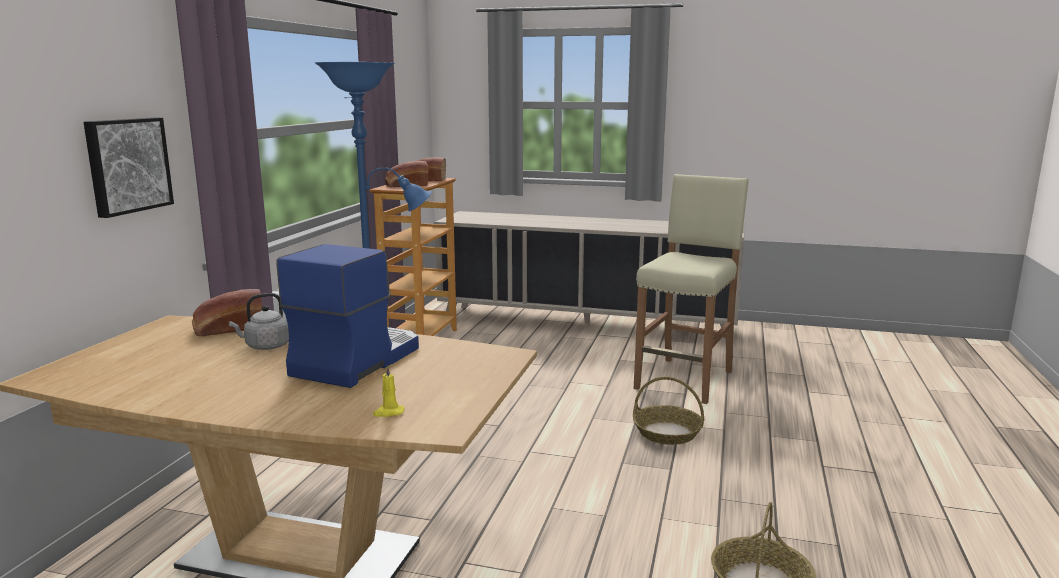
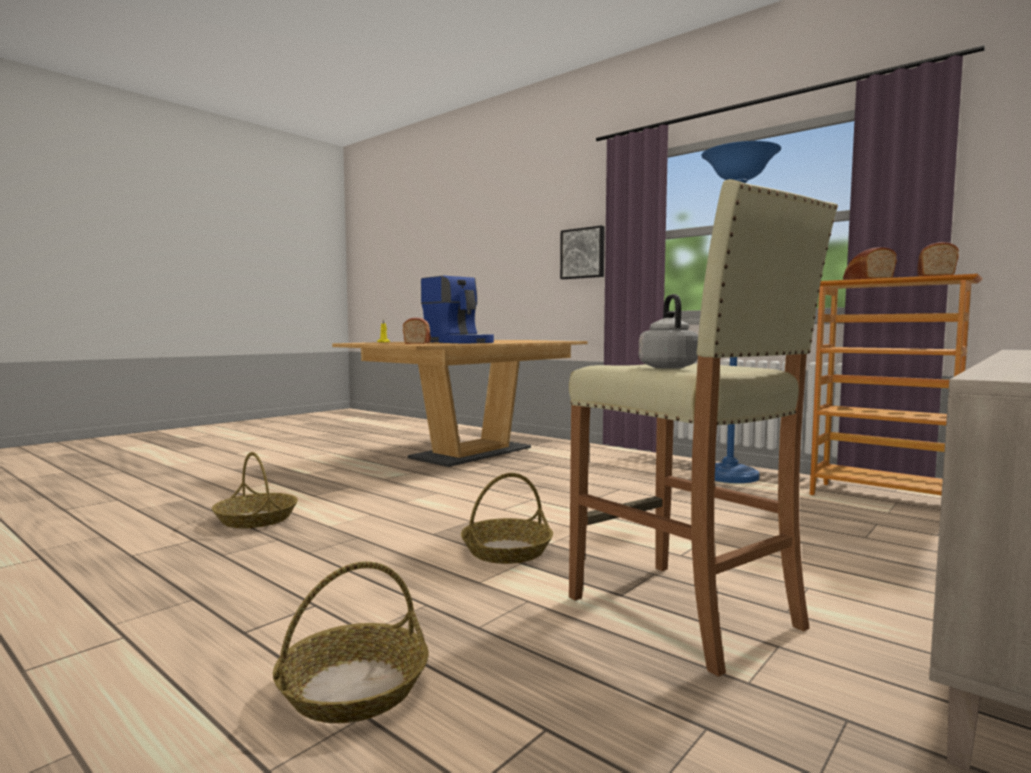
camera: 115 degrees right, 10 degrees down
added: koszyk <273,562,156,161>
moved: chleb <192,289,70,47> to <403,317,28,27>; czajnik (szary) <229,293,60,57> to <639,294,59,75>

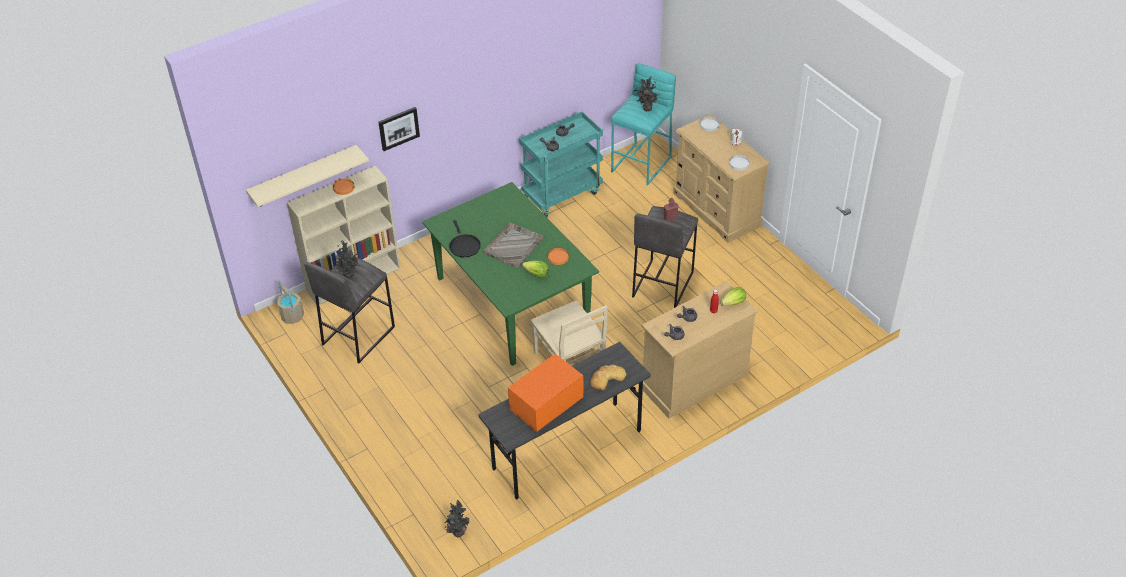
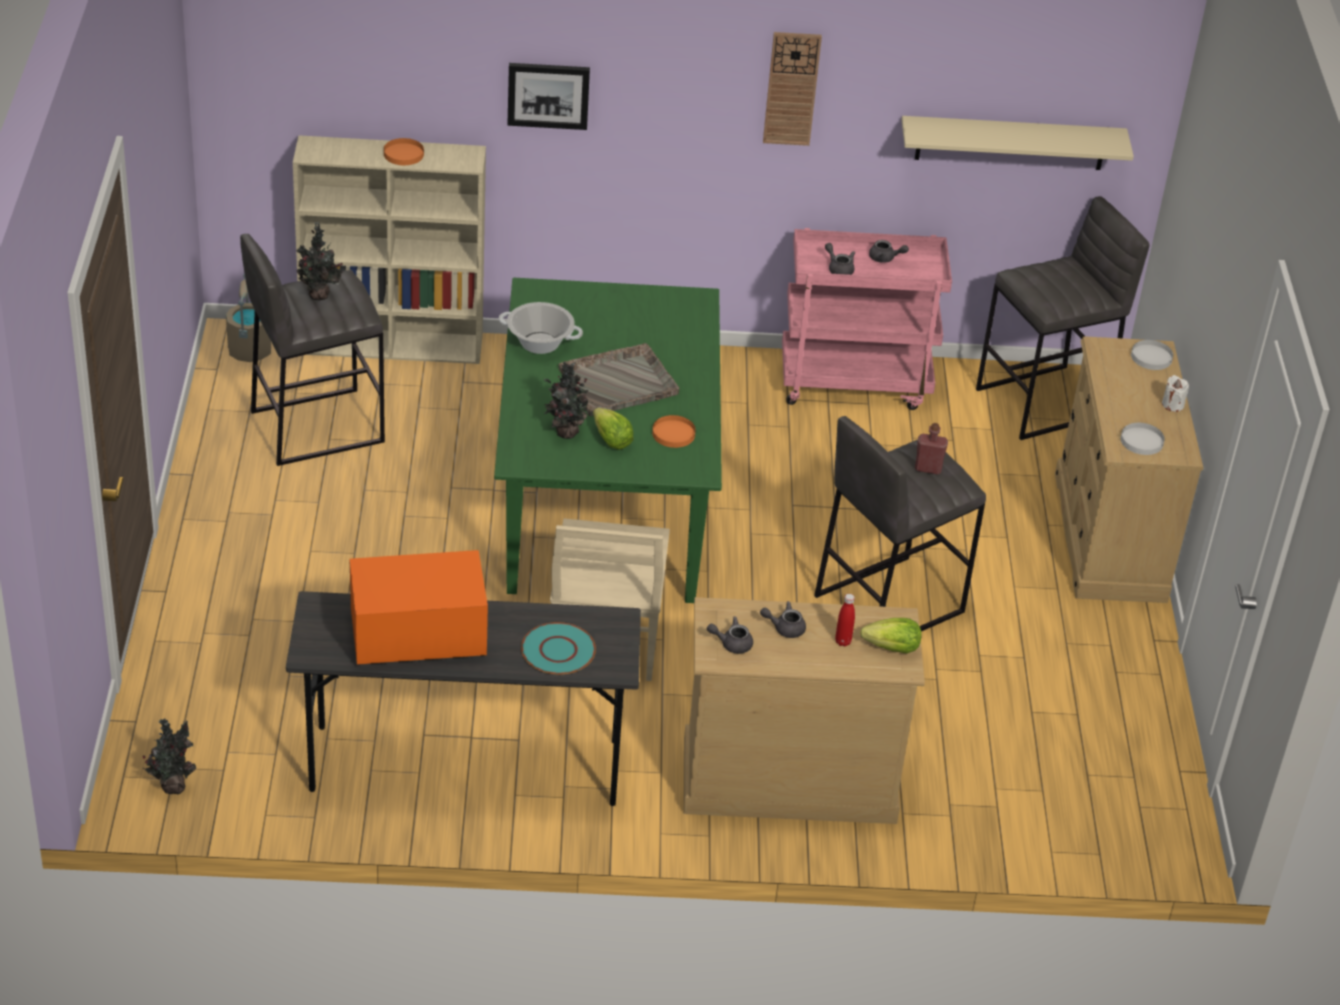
camera: 30 degrees right, 5 degrees down
added: zegar ścienny <763,32,59,114>
moved: roślina doniczkowa <633,76,28,35> to <543,362,48,77>; półka (beżowy) <246,145,123,62> to <902,116,232,54>
replaced: patelnia (czarny) <449,220,32,38> to garnek <499,302,84,52>; chleb <590,365,36,25> to talerz (turkusowy) <521,622,75,53>
recoloured: stołek (turkusowy) <611,63,65,123> to stołek (szary) <976,196,174,244>; wózek (turkusowy) <519,112,84,105> to wózek (różowy) <782,228,170,182>

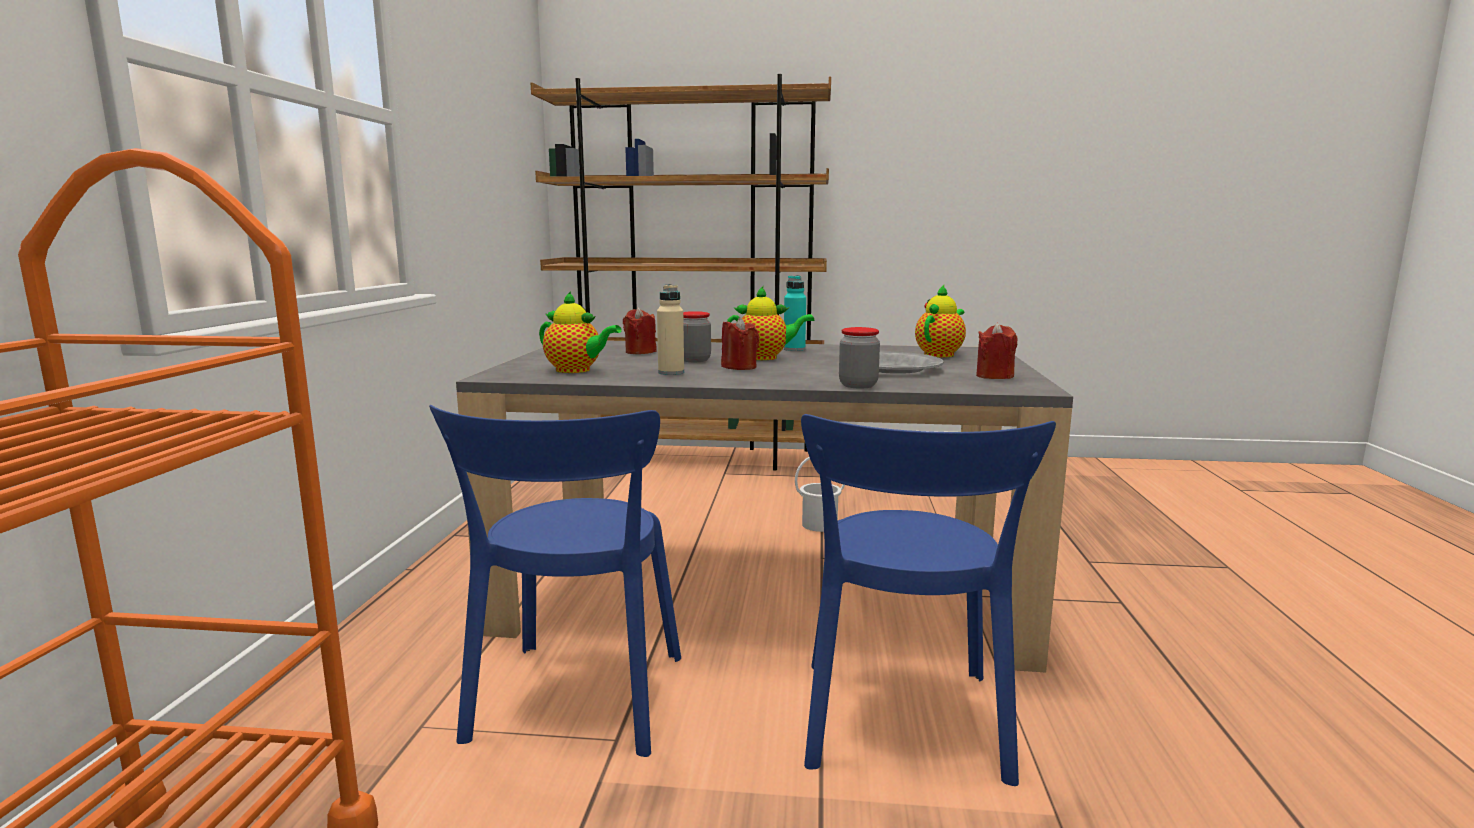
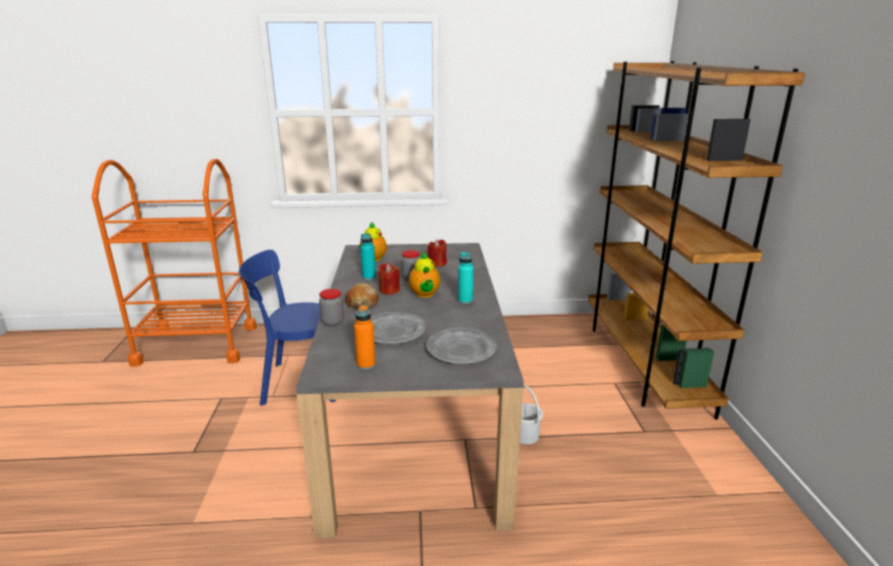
camera: 80 degrees right, 10 degrees up
removed: krzesło (niebieski) <801,414,255,372>
added: chleb <346,283,33,26>
replaced: imbryk <915,285,51,73> to talerz (szary) <426,328,71,36>; świeca (czerwony) <976,322,41,57> to butelka (pomarańczowy) <354,305,22,65>
recoloured: butelka (beżowy) <657,284,27,91> to butelka (turkusowy) <360,233,16,47>

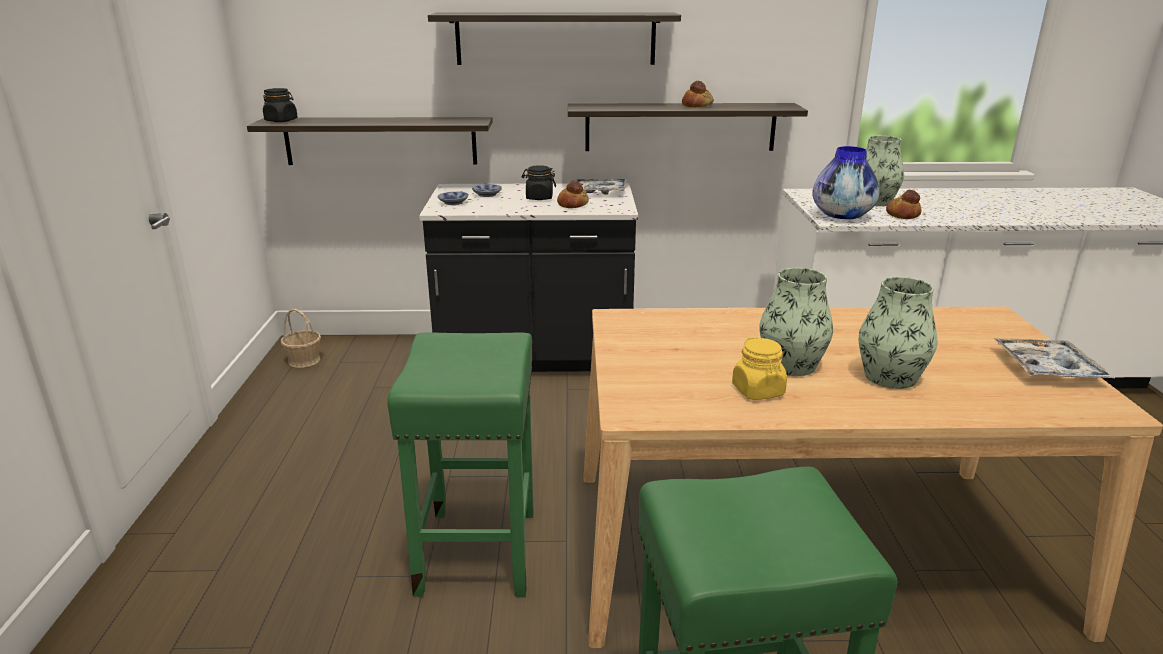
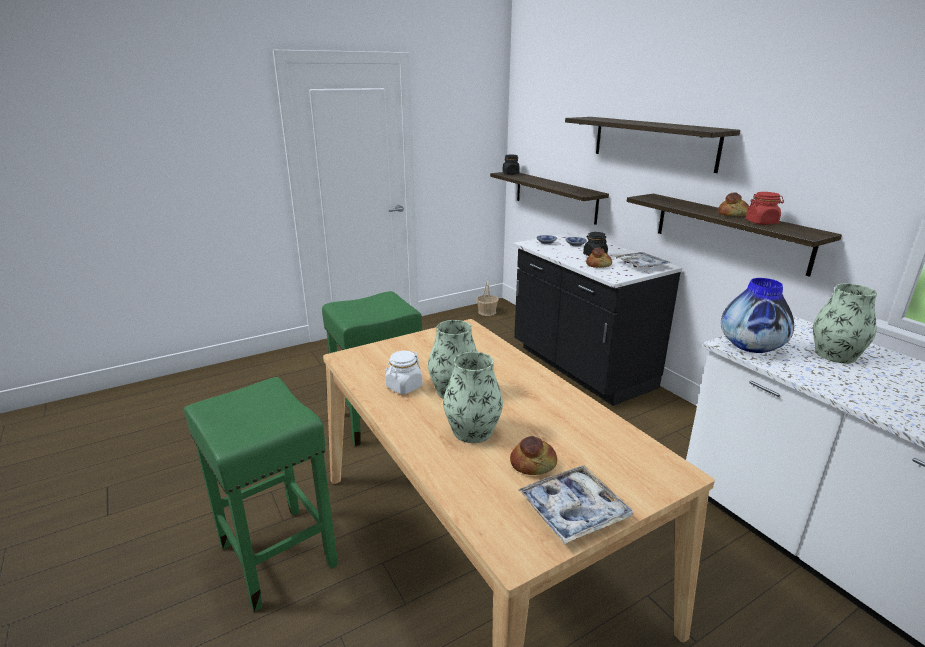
camera: 60 degrees right, 0 degrees up
added: słoik (czerwony) <746,192,38,33>
moved: chleb <886,190,35,29> to <510,436,47,39>
recoloured: słoik (żółty) <732,337,55,63> to słoik (biały) <385,351,38,43>

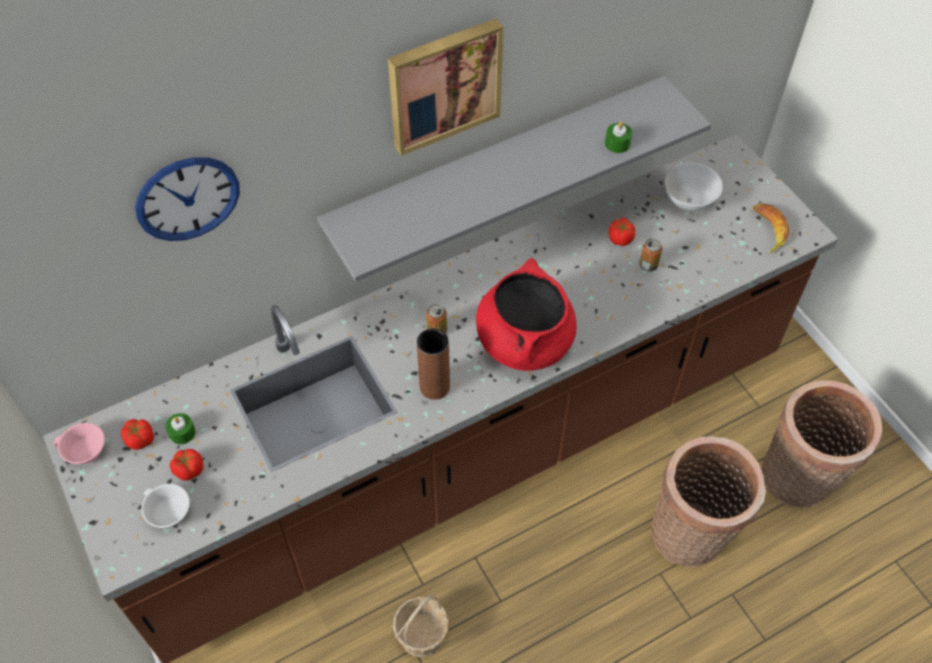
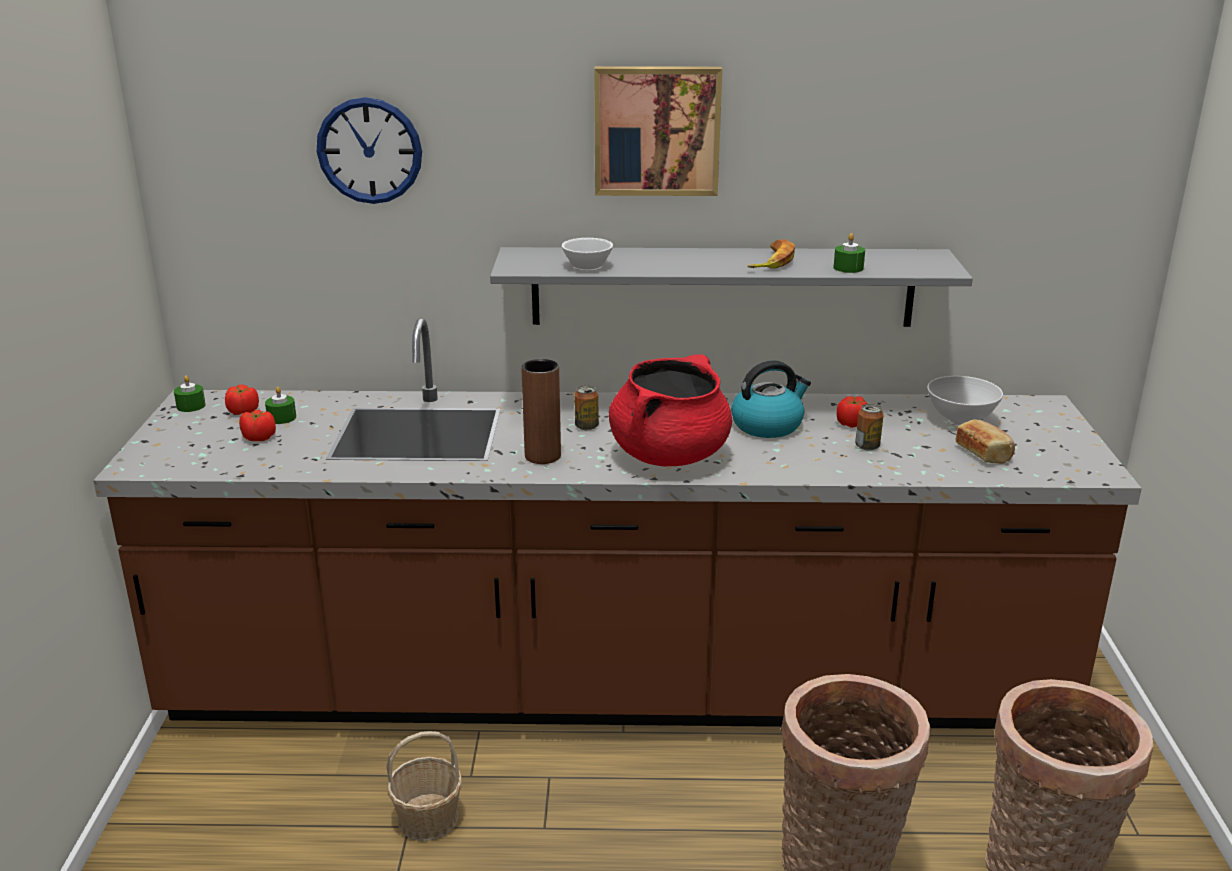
camera: 30 degrees right, 30 degrees down
added: czajnik <731,360,80,78>; chleb <956,419,59,45>
moved: banan <753,203,36,51> to <747,239,48,30>; filiżanka (biały) <141,484,49,44> to <562,238,51,33>
replaced: filiżanka (różowy) <54,423,51,41> to świeca (zielony) <174,376,32,36>

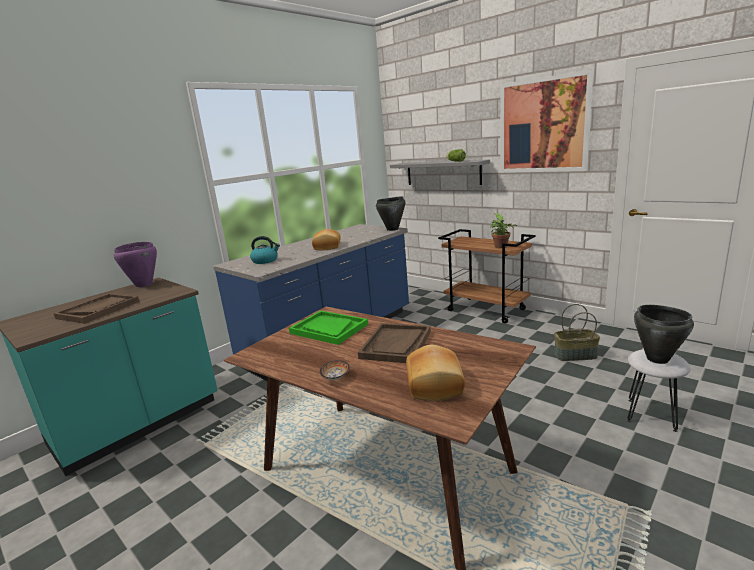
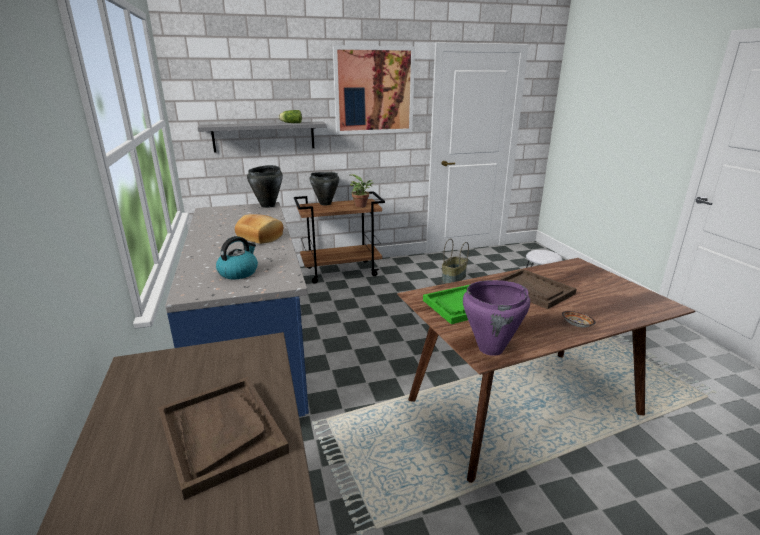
camera: 60 degrees left, 5 degrees up
removed: chleb <406,345,59,56>
moved: garnek (fioletowy) <114,242,43,45> to <463,280,67,76>; garnek (czarny) <634,305,60,59> to <310,172,29,33>

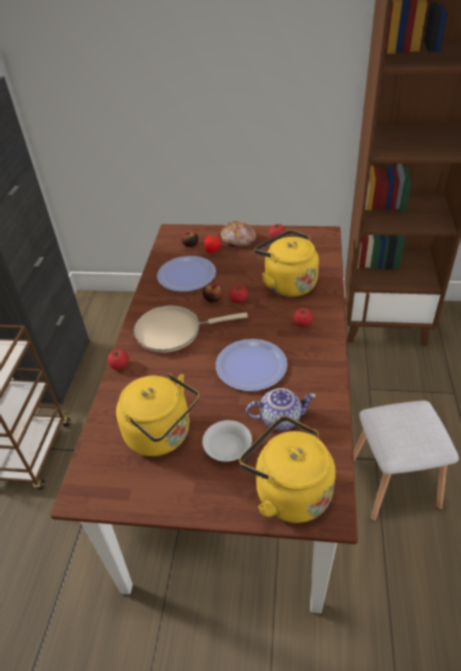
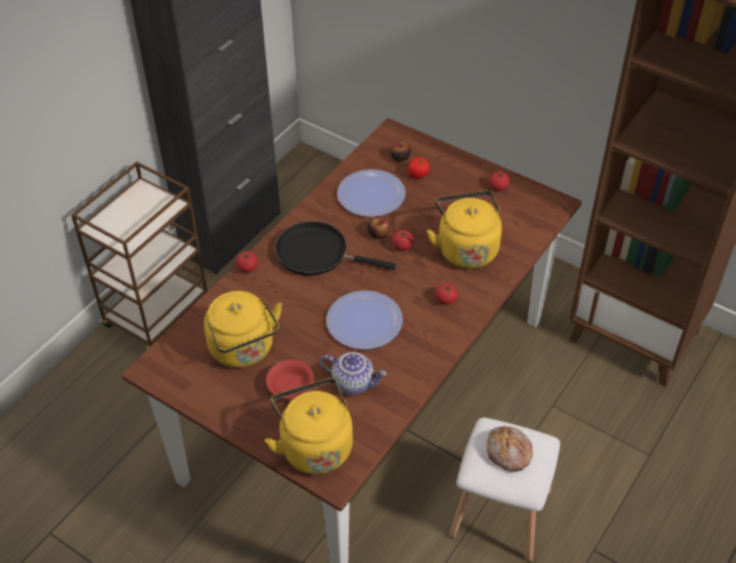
camera: 25 degrees right, 5 degrees up
moved: chleb <221,221,35,26> to <486,426,47,46>
recoloured: patelnia (beżowy) <134,305,114,48> to patelnia (czarny) <275,221,122,55>; miska (biały) <202,420,50,42> to miska (czerwony) <266,360,48,39>

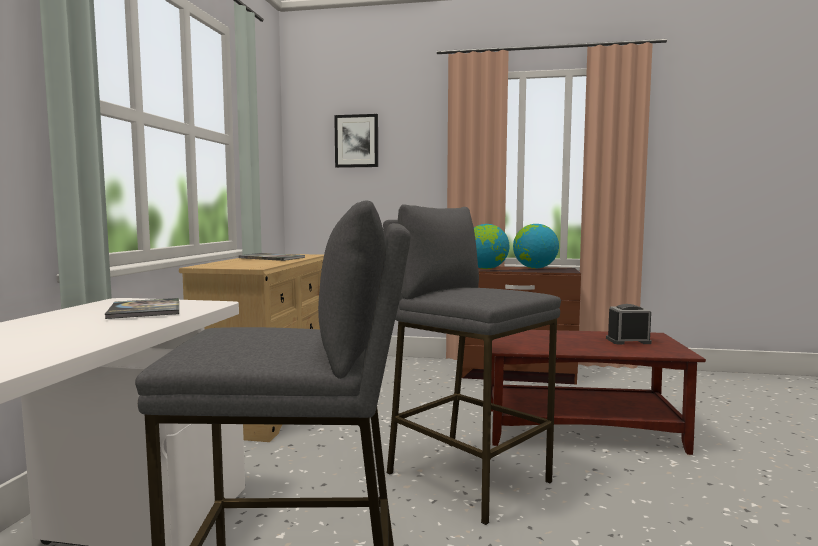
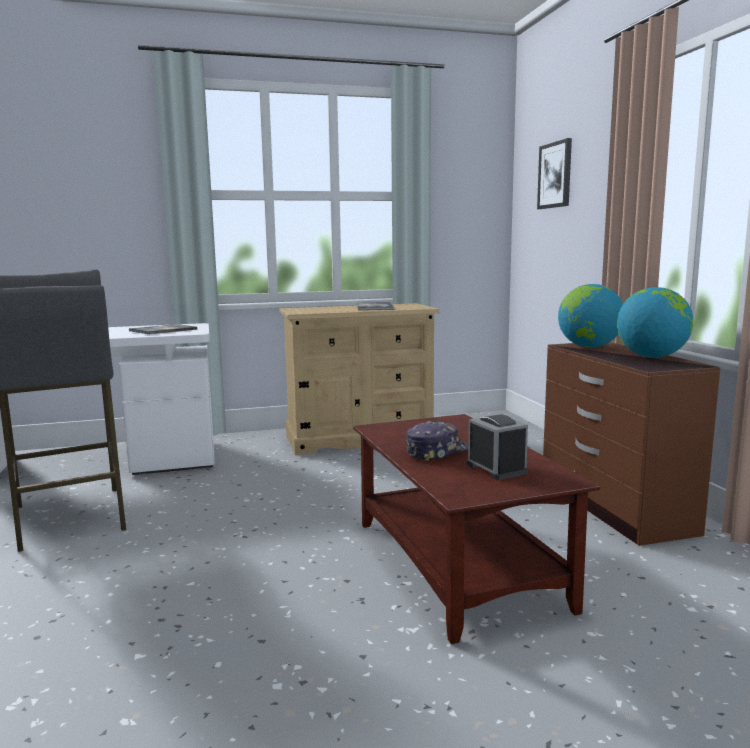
camera: 65 degrees right, 5 degrees up
removed: stołek (szary) <383,204,178,321>
added: czapka z daszkiem <406,421,62,41>

